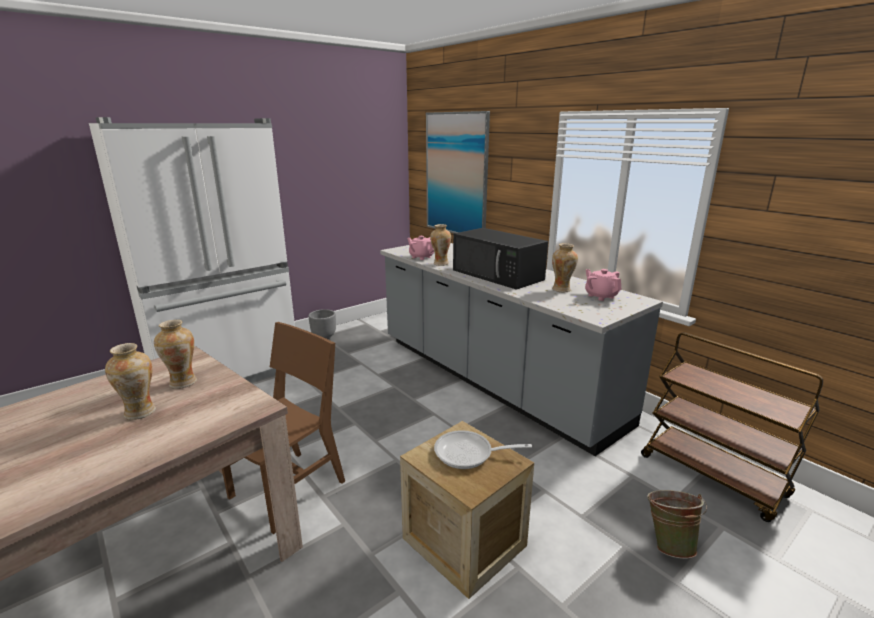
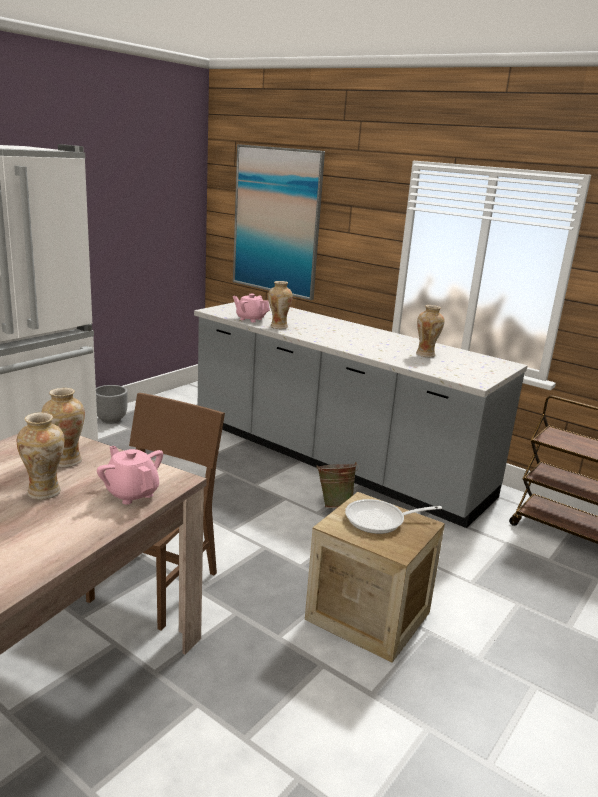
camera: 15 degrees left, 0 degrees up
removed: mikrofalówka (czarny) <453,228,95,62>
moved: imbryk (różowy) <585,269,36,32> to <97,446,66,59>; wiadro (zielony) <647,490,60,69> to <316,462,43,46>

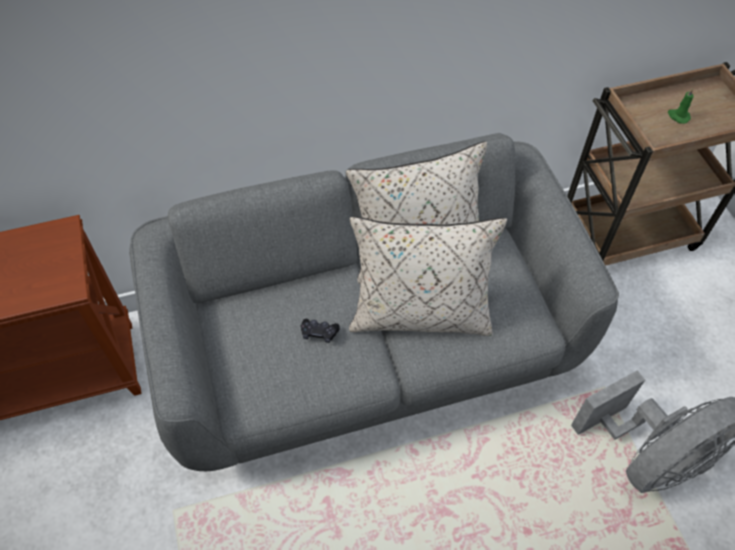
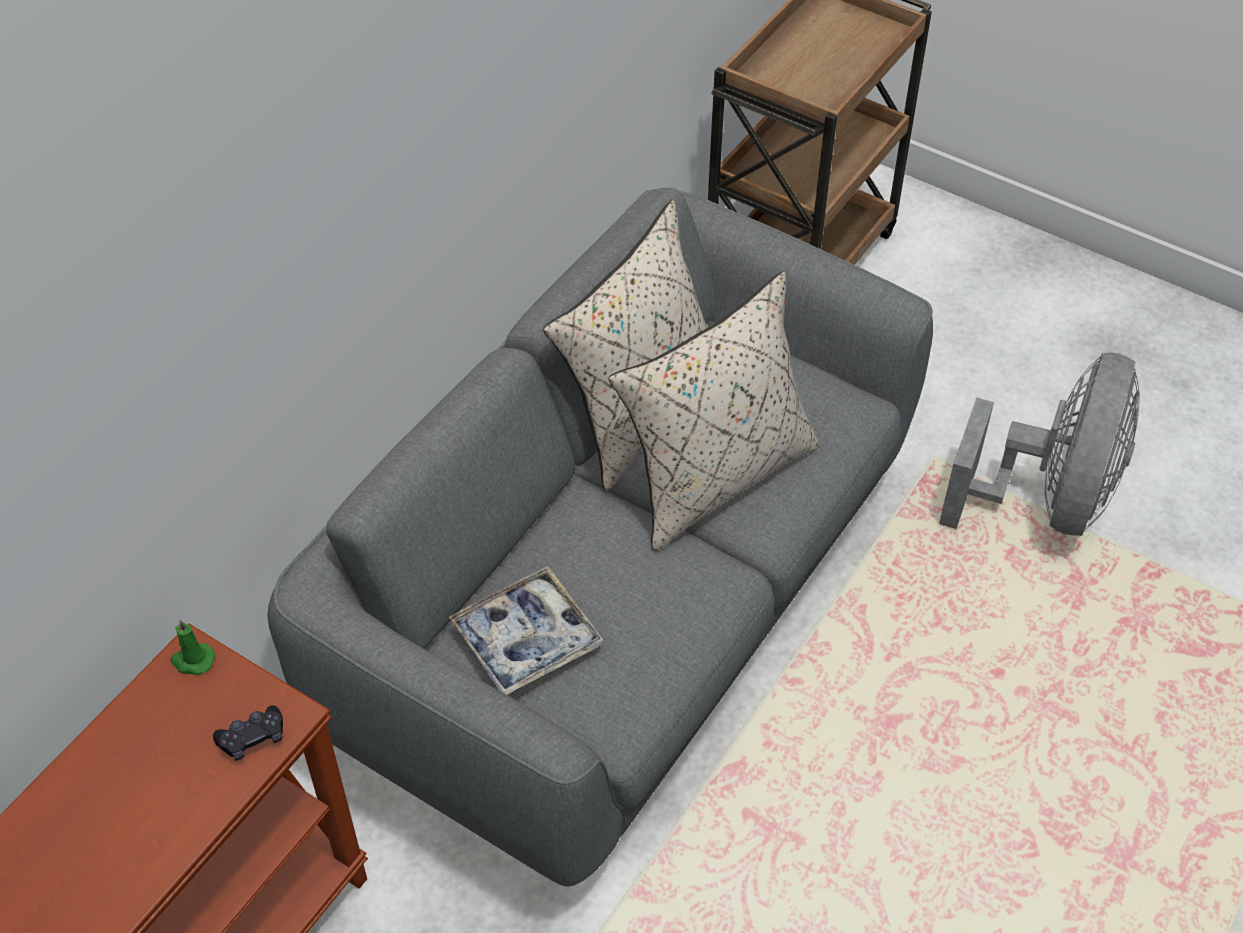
camera: 40 degrees left, 5 degrees down
added: taca <449,566,154,129>
moved: świeca (zielony) <668,88,25,36> to <171,620,44,55>; pad do gier (czarny) <301,319,39,24> to <213,705,70,56>

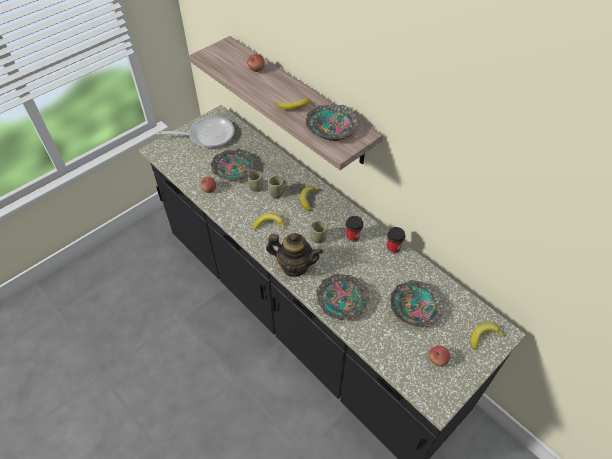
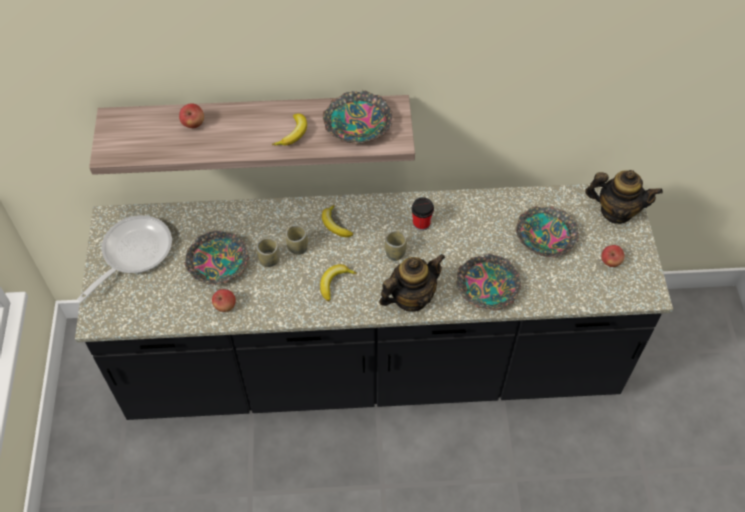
camera: 50 degrees left, 5 degrees up
removed: filiżanka <387,227,19,27>
replaced: banan <470,323,35,27> to imbryk <585,170,78,54>

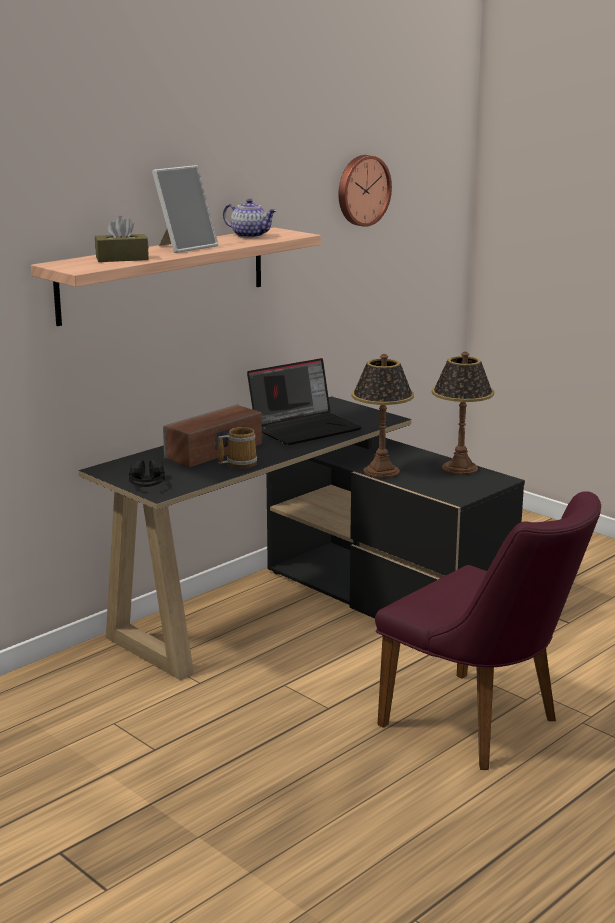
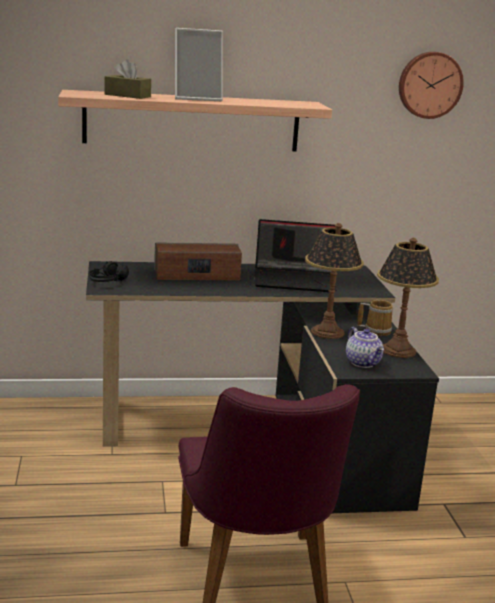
camera: 35 degrees right, 0 degrees up
moved: imbryk <223,199,54,39> to <346,327,38,41>; kubek <218,427,39,41> to <357,300,36,36>

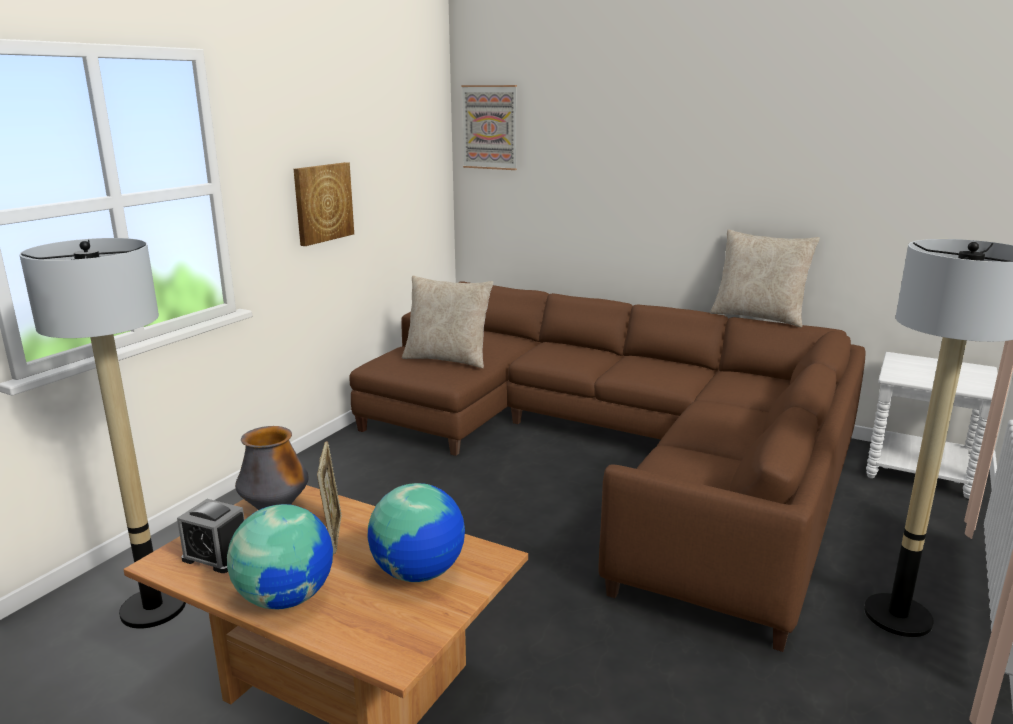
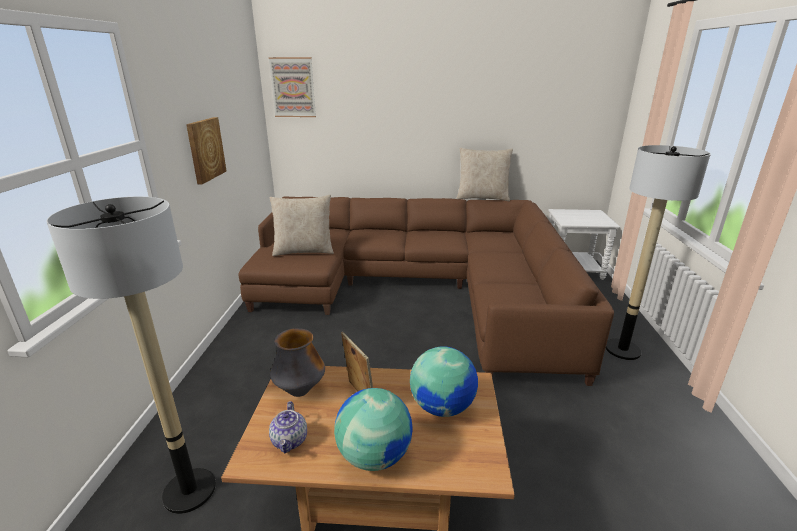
camera: 25 degrees left, 5 degrees up
replaced: budzik <177,499,67,74> to imbryk <269,401,38,52>

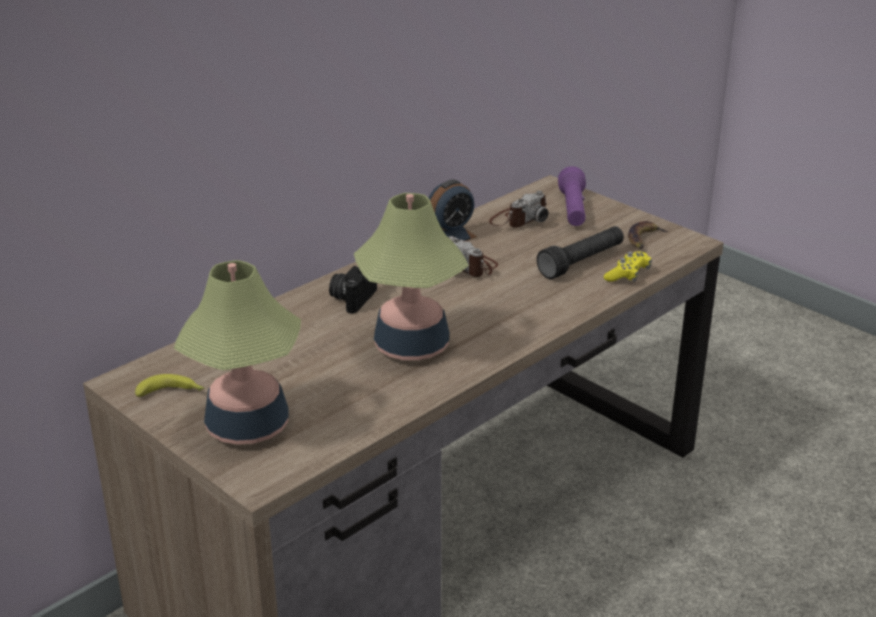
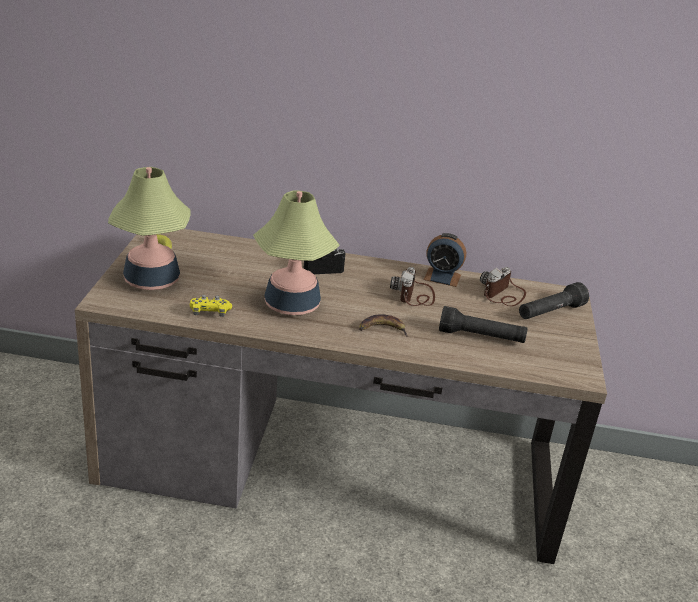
camera: 50 degrees right, 0 degrees up
moved: banan <628,221,41,28> to <359,314,49,23>; pad do gier (żółty) <604,251,48,31> to <190,295,42,22>
recoloured: latarka (fioletowy) <558,166,28,60> to latarka (czarny) <519,282,70,37>
turned: aparat fotograficzny <489,191,59,37> = <480,267,46,39> 120 degrees clockwise

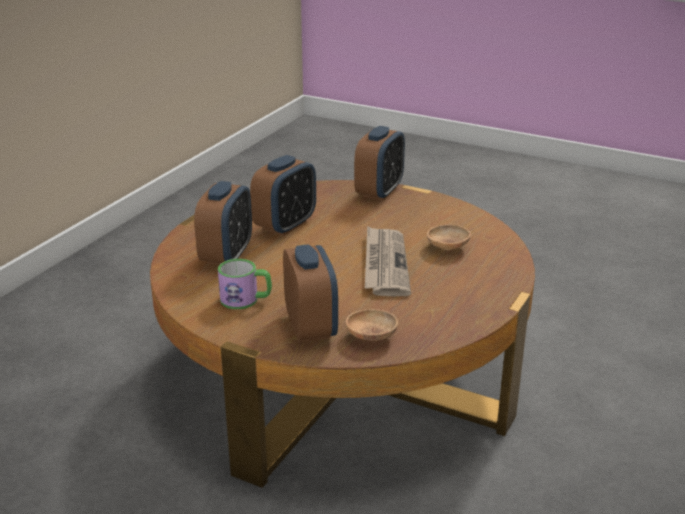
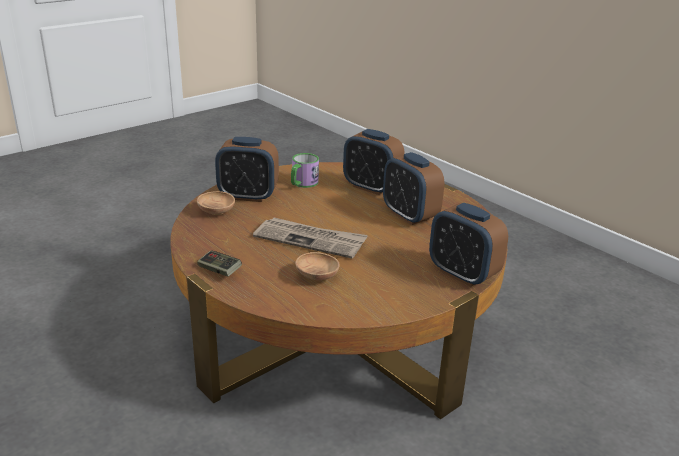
camera: 110 degrees right, 0 degrees up
added: pad do gier <197,250,45,27>

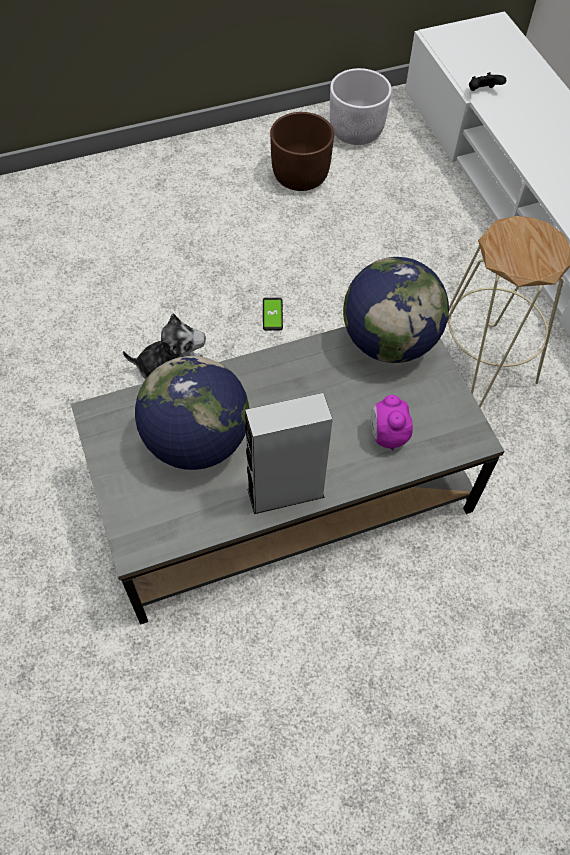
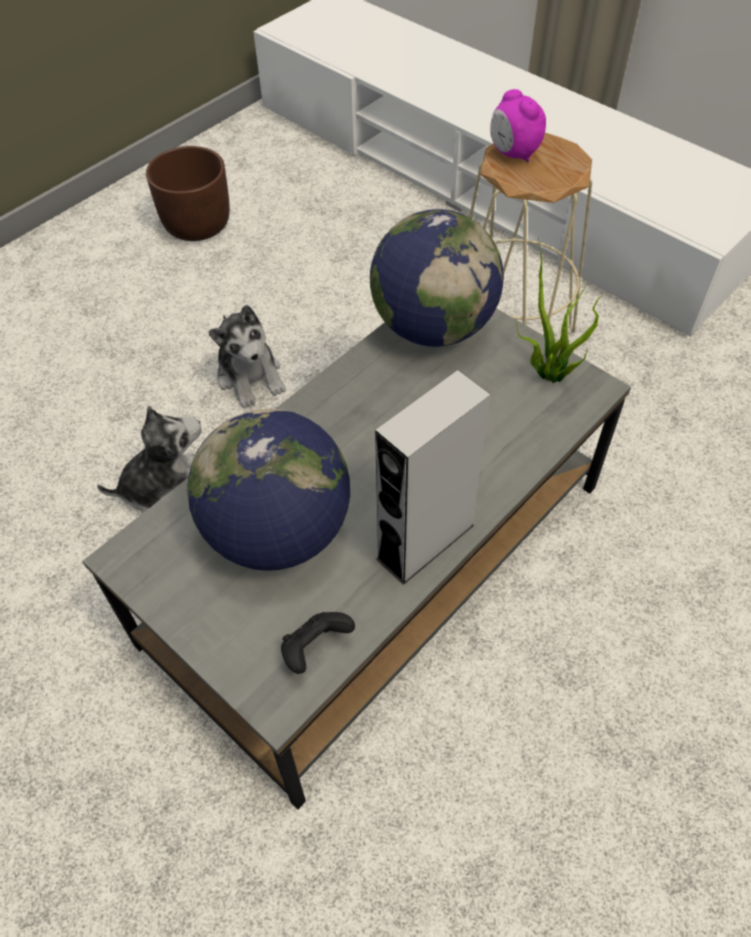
camera: 25 degrees left, 5 degrees down
removed: donica (biały) <330,68,62,77>
added: roślina doniczkowa <516,237,86,146>
moved: pad do gier (czarny) <469,72,37,19> to <281,612,74,62>; budzik <371,395,42,56> to <490,89,56,73>
replaced: telefon <263,298,20,32> to pluszak <208,305,78,103>

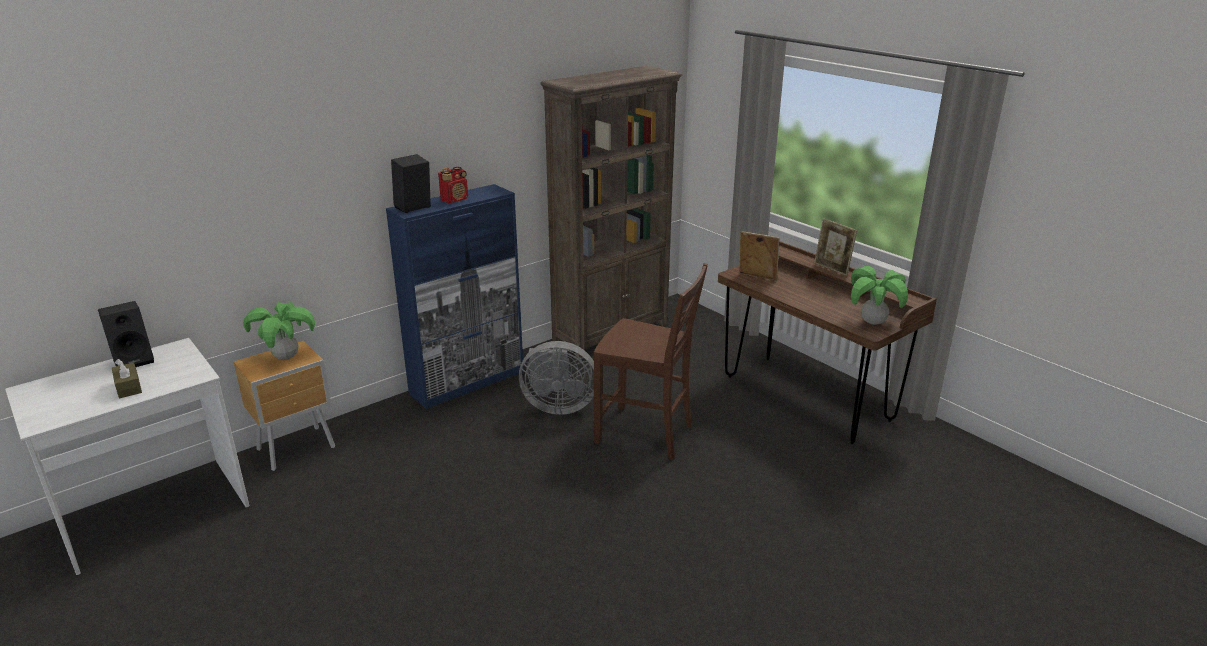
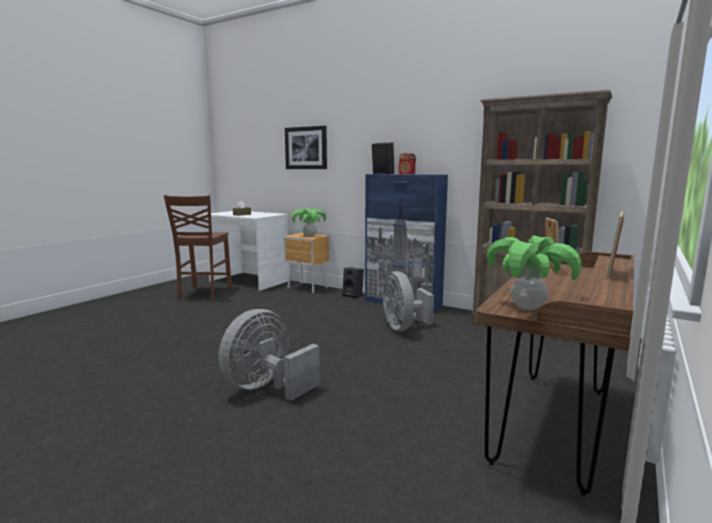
camera: 70 degrees right, 15 degrees down
added: obraz <285,126,42,43>; wentylator (szary) <219,309,101,92>
moved: krzesło (brązowy) <594,263,114,197> to <164,195,68,105>; głośnik (czarny) <98,301,56,66> to <342,267,22,31>

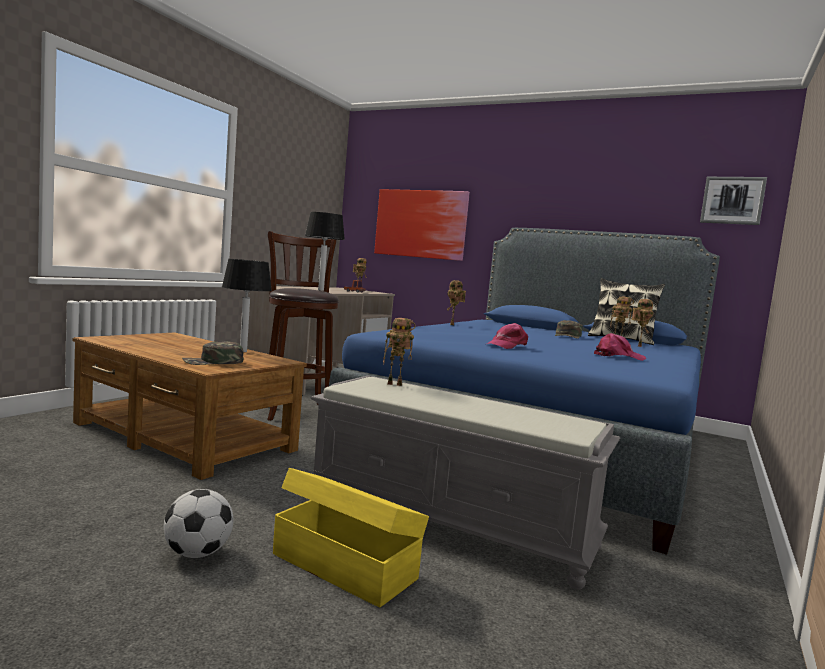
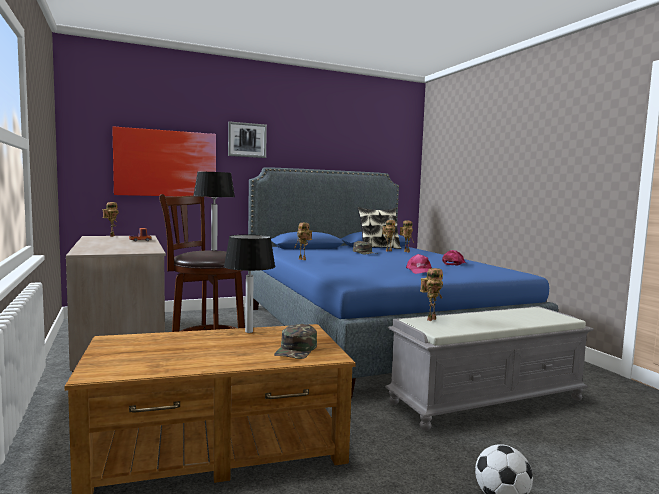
camera: 50 degrees left, 0 degrees up
removed: pojemnik do przechowywania (żółty) <273,468,156,140>
moved: obraz <700,177,67,48> to <228,121,39,37>

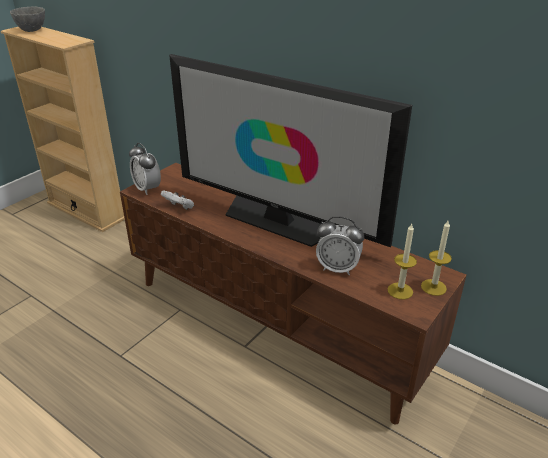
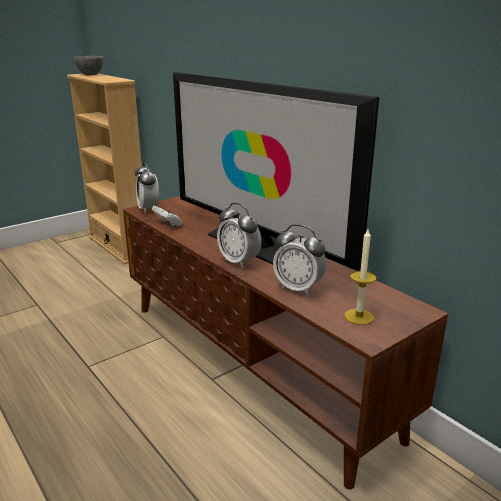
camera: 15 degrees right, 10 degrees down
removed: świeca <421,221,31,75>
added: budzik <217,203,45,65>

